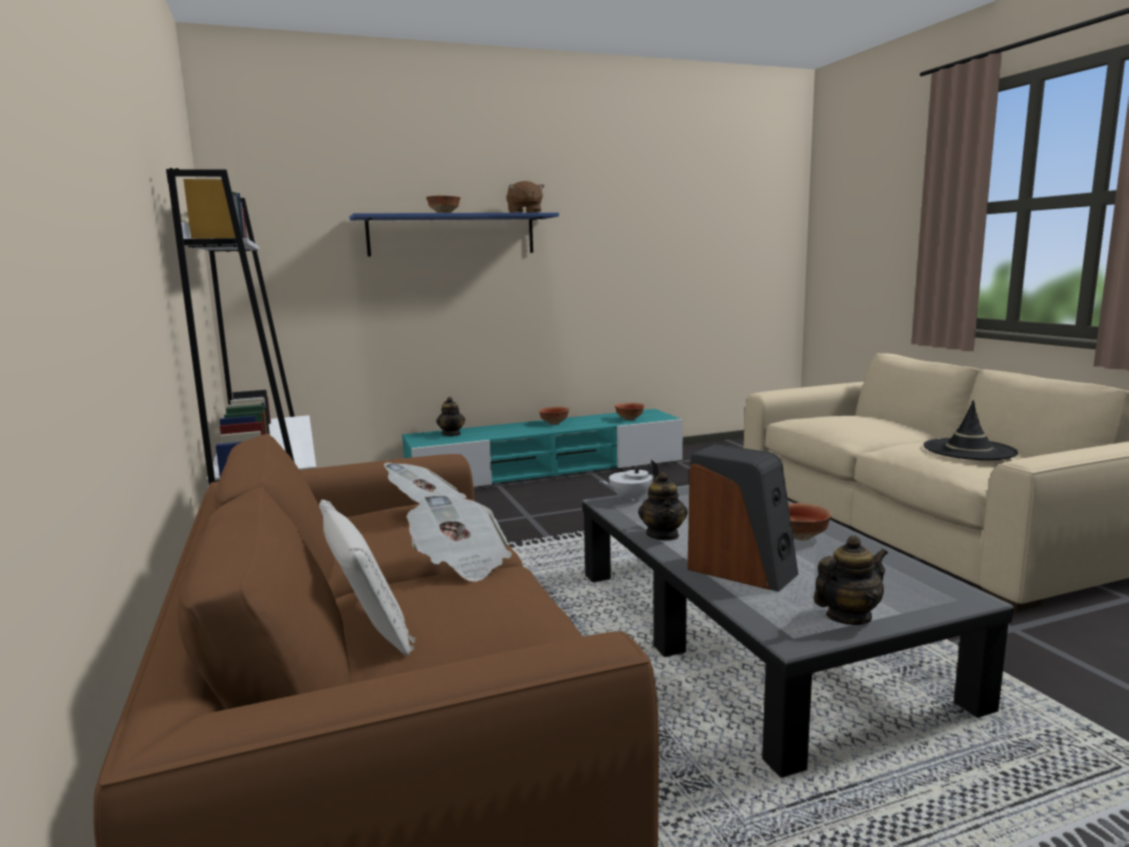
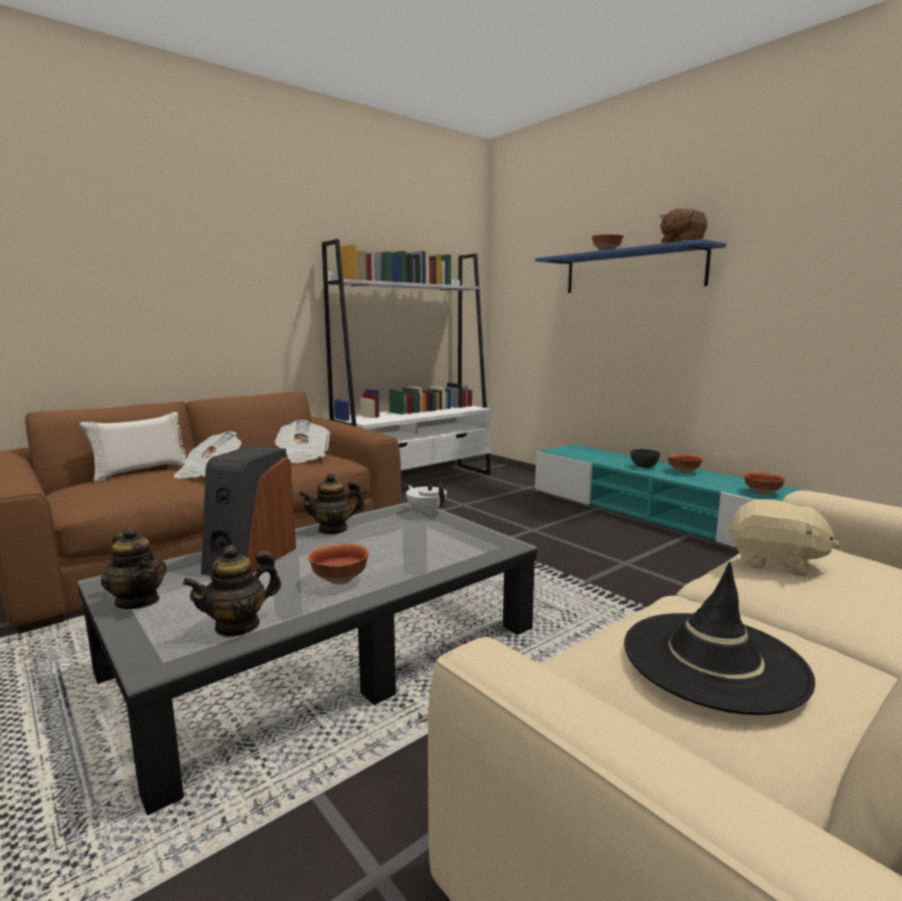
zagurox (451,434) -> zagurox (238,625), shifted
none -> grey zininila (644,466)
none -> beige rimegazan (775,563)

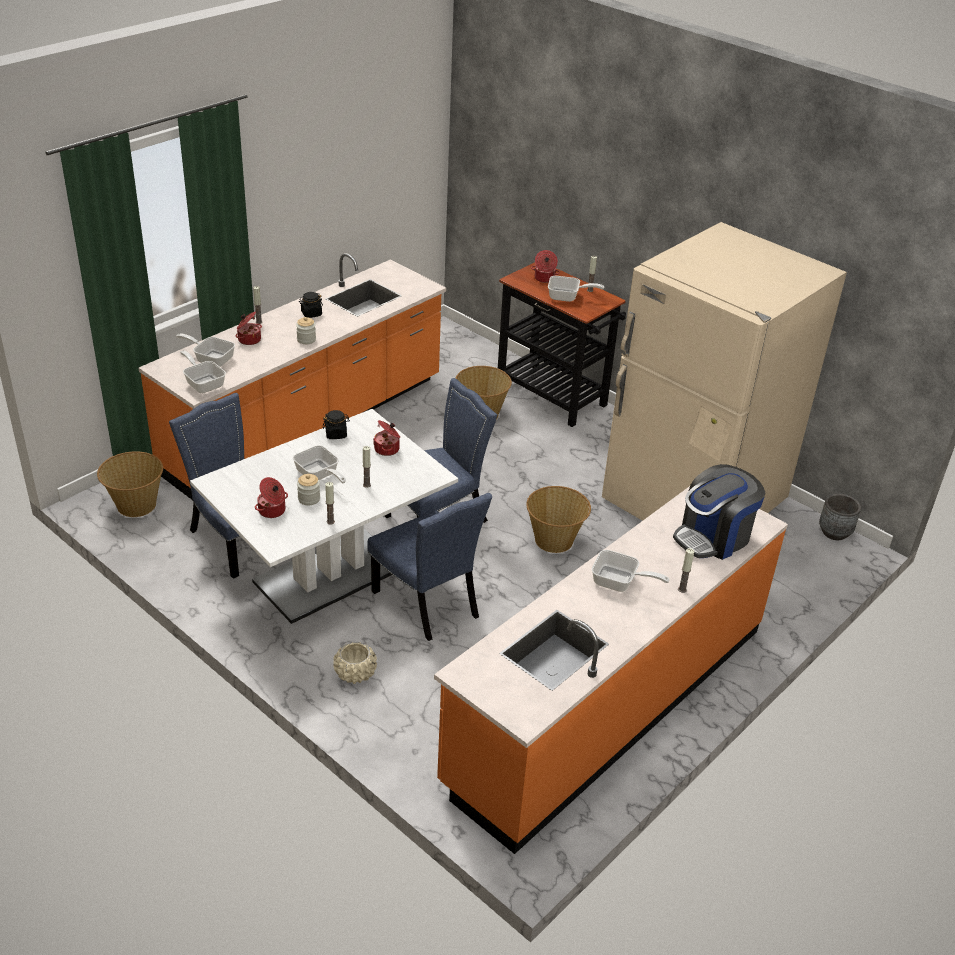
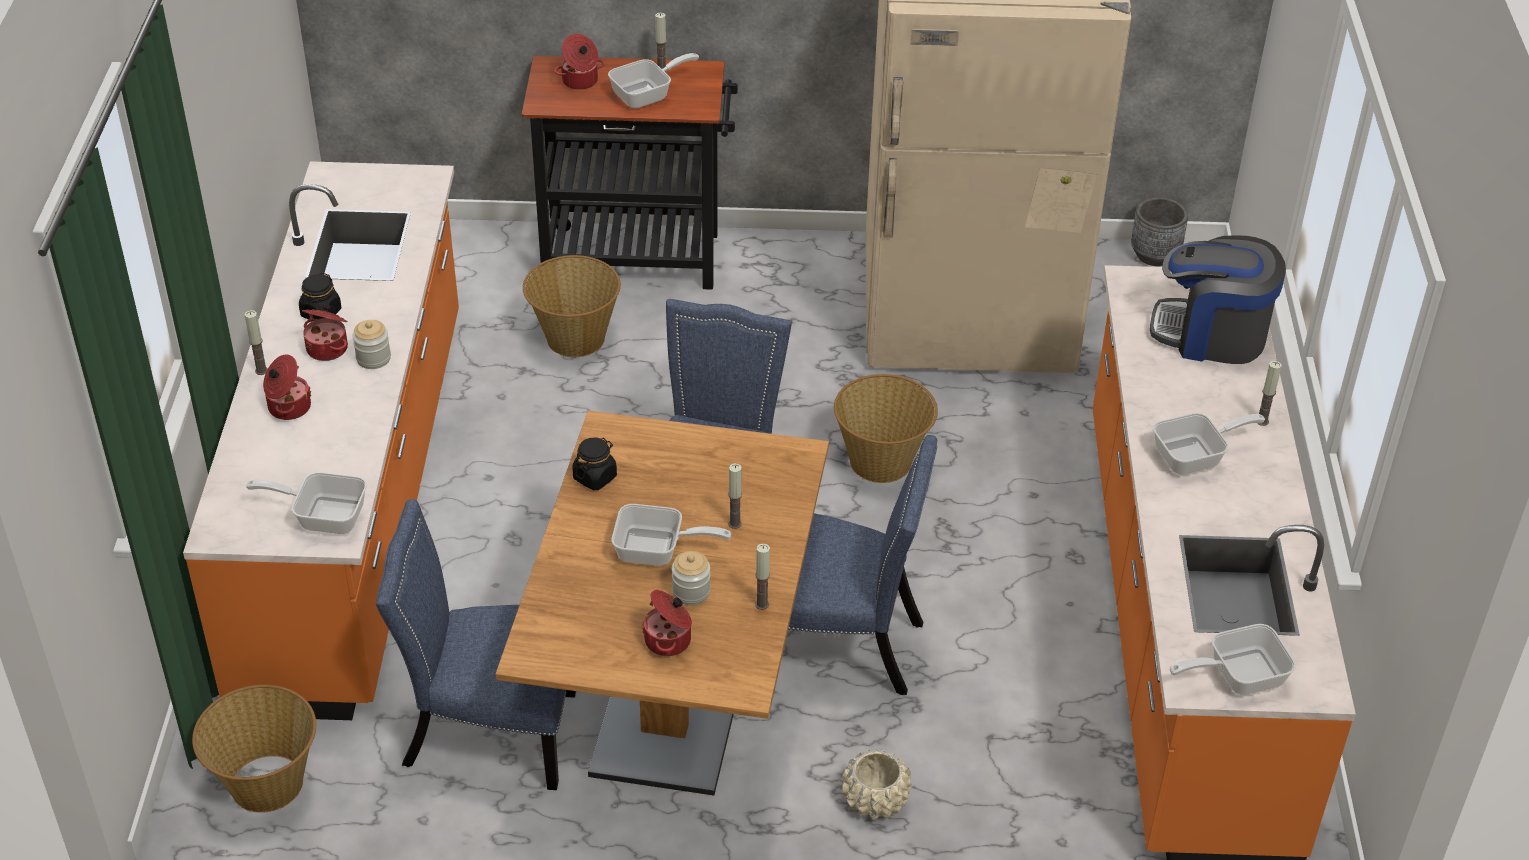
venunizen (211,359) -> venunizen (1237,676), shifted
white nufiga (329,575) -> brown nufiga (674,696)
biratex (387,449) -> biratex (328,348), shifted
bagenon (713,537) -> bagenon (1211,335), 90 degrees clockwise

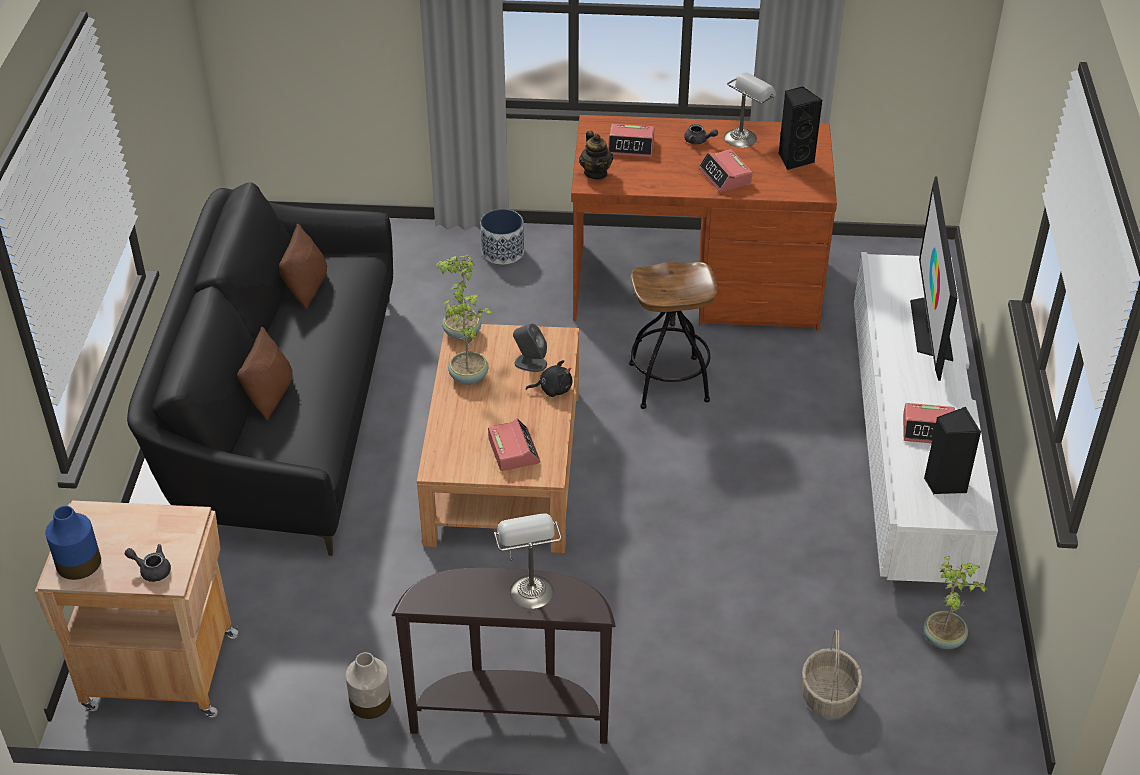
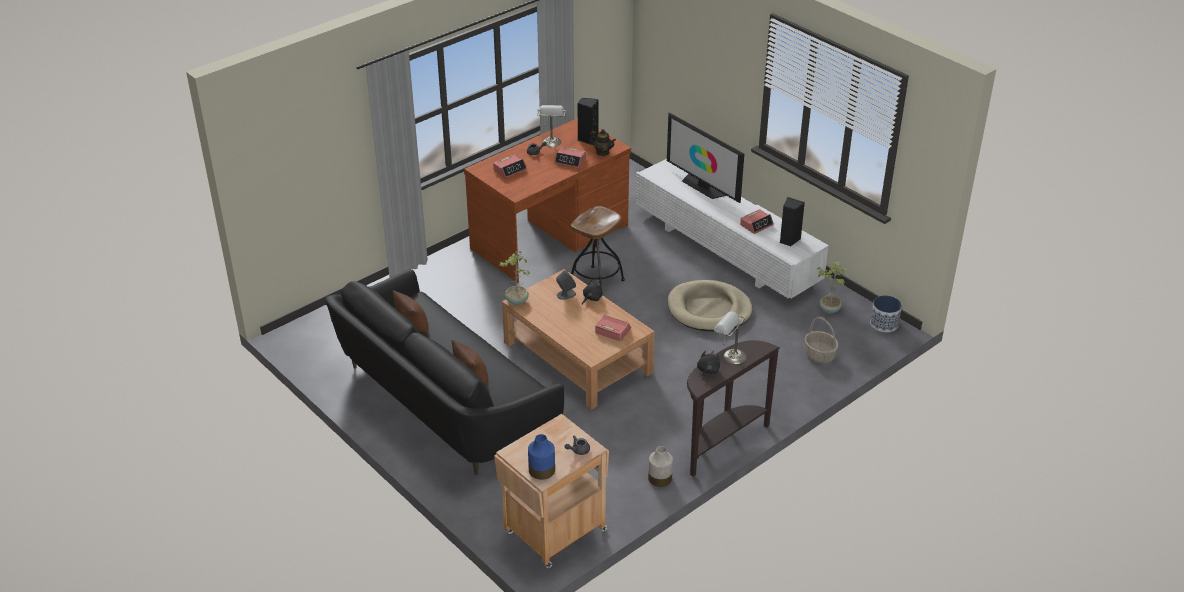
zagurox (596,173) -> zagurox (602,152), shifted
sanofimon (503,252) -> sanofimon (884,324), shifted
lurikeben (469,376) -> none
none -> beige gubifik (709,310)
none -> black rimegazan (707,371)

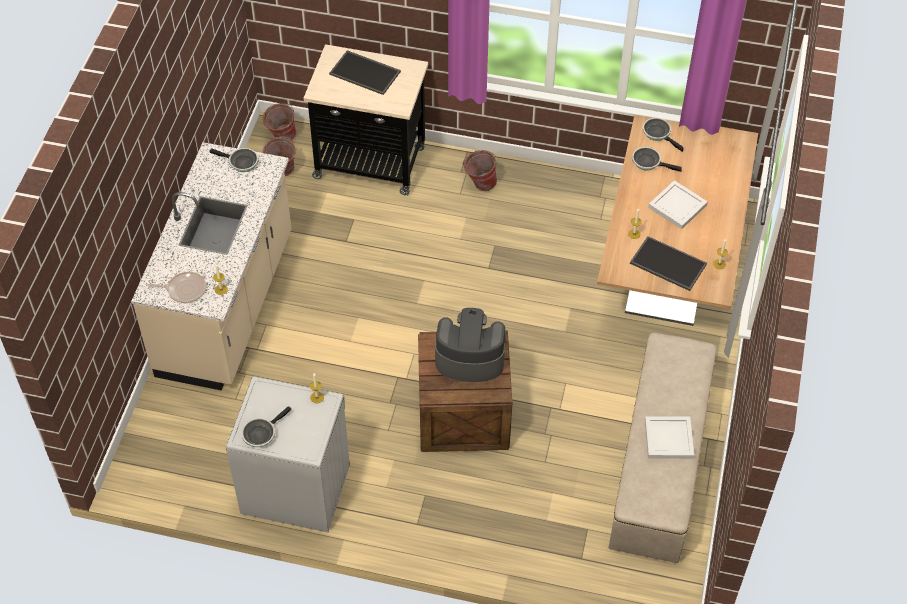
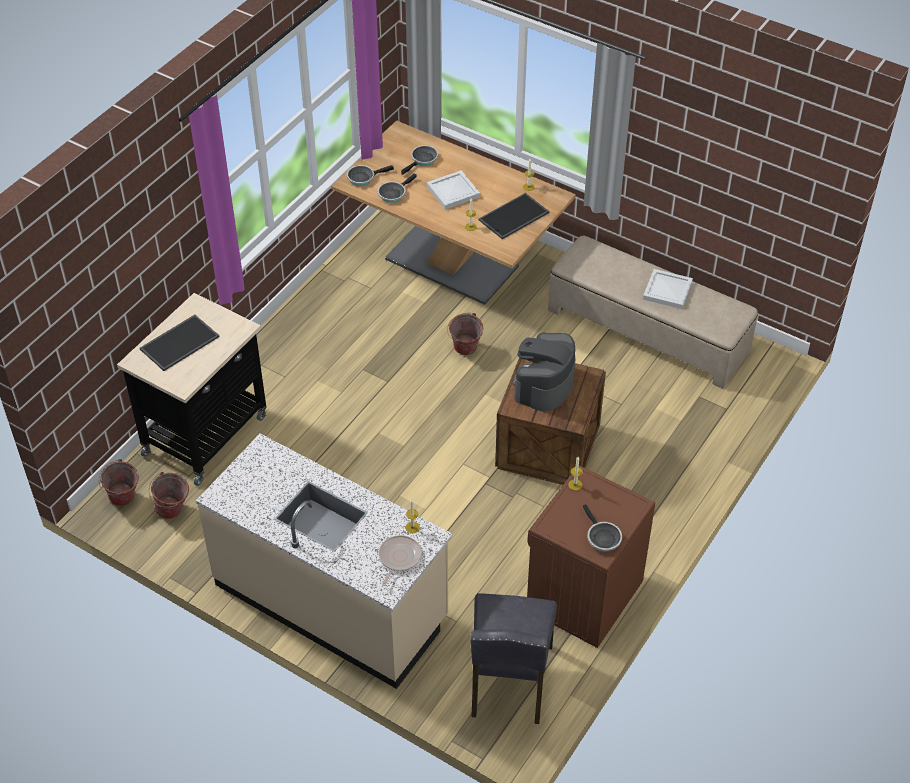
venunizen (241,162) -> venunizen (423,160), shifted
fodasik (479,184) -> fodasik (464,351), shifted
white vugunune (296,487) -> brown vugunune (582,595)
none -> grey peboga (509,683)

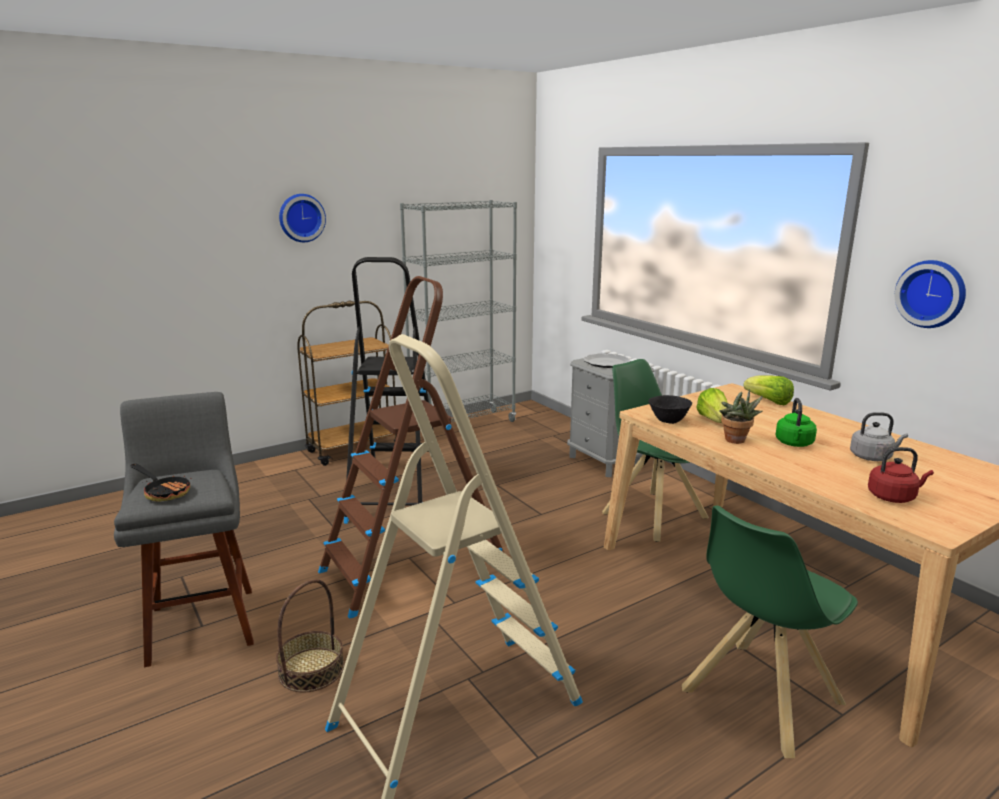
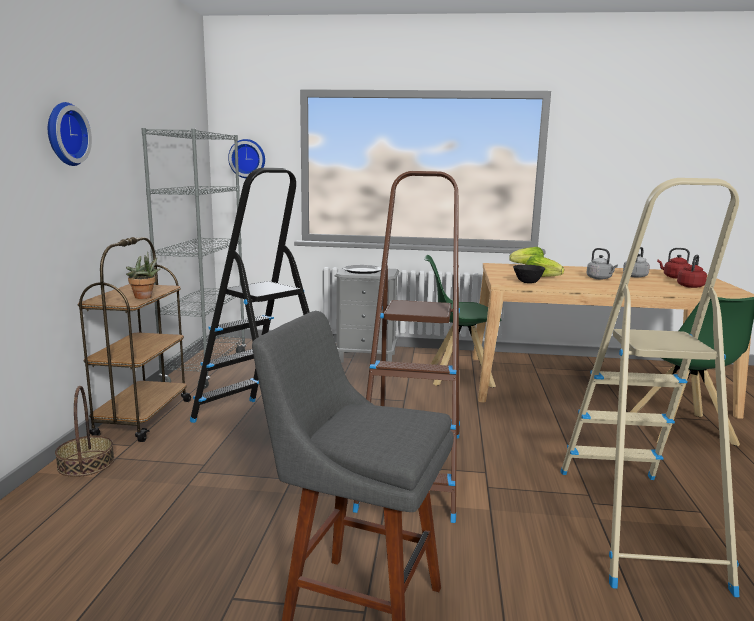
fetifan (932,293) -> fetifan (247,159), shifted
lurikeben (736,441) -> lurikeben (145,297), shifted
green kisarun (794,444) -> grey kisarun (600,278)
venunizen (164,492) -> none
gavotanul (311,669) -> gavotanul (86,463), shifted
none -> red kisarun (674,277)

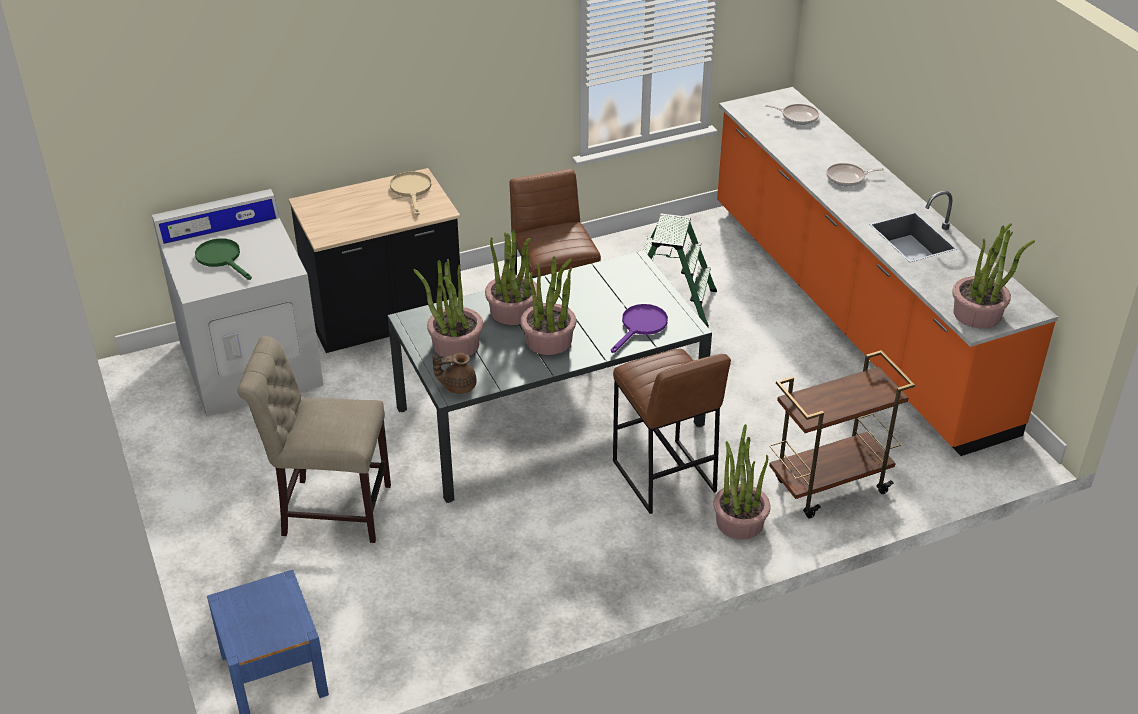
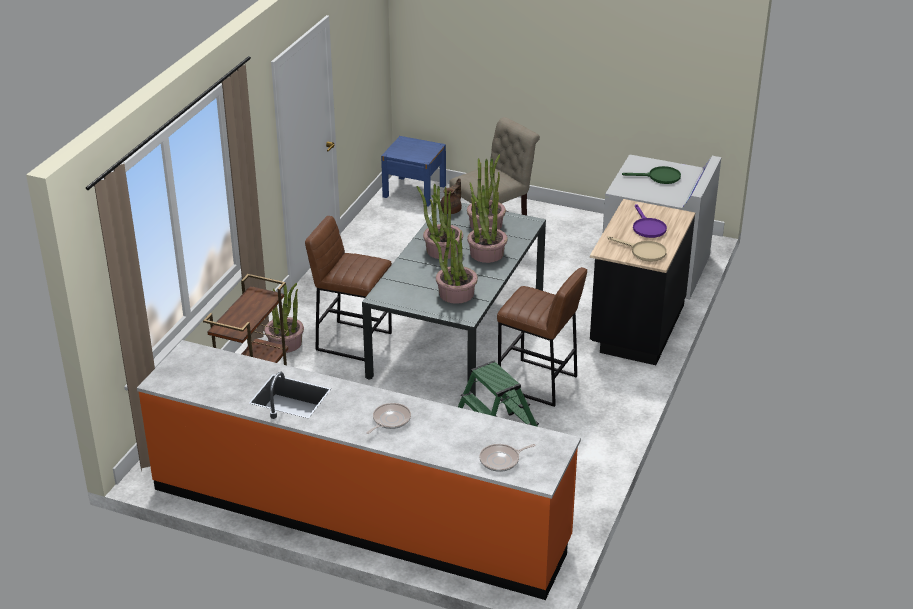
lurikeben (977,314) -> lurikeben (456,294), shifted
purple venunizen (641,326) -> purple venunizen (647,227), shifted

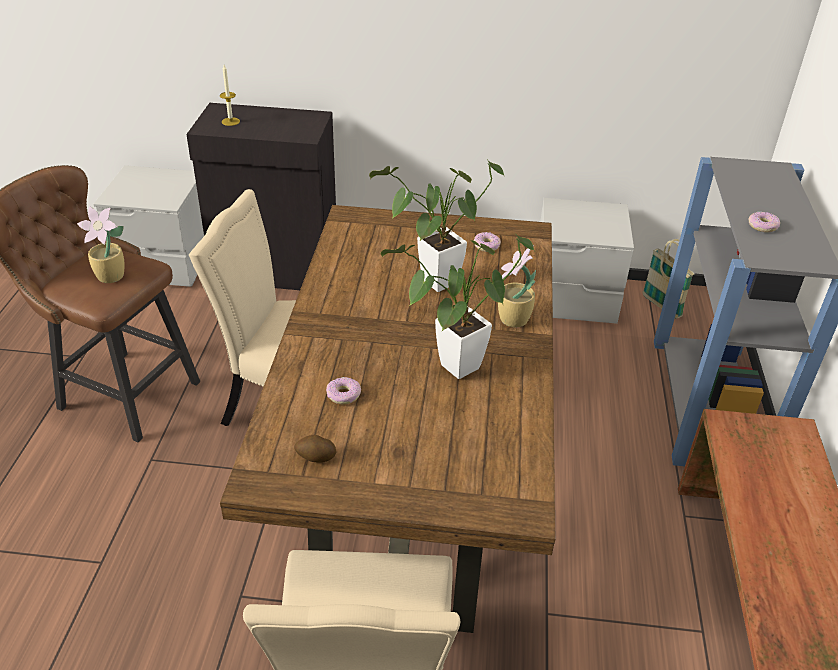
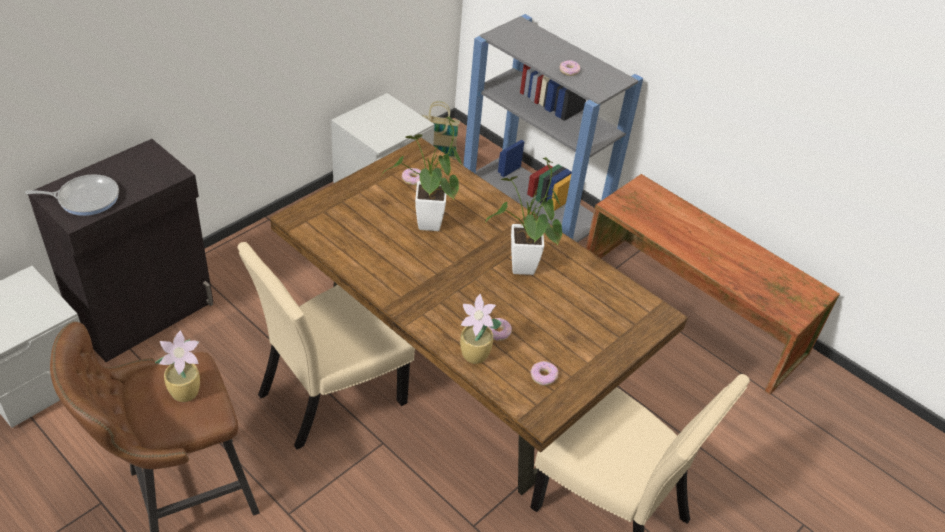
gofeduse (230,121) -> venunizen (85,198)
lurikeben (513,320) -> lurikeben (475,356), shifted
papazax (315,457) -> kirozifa (543,376)

